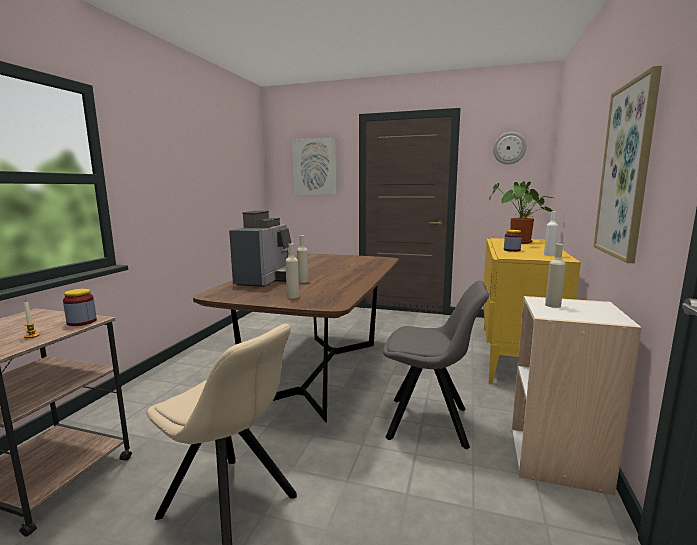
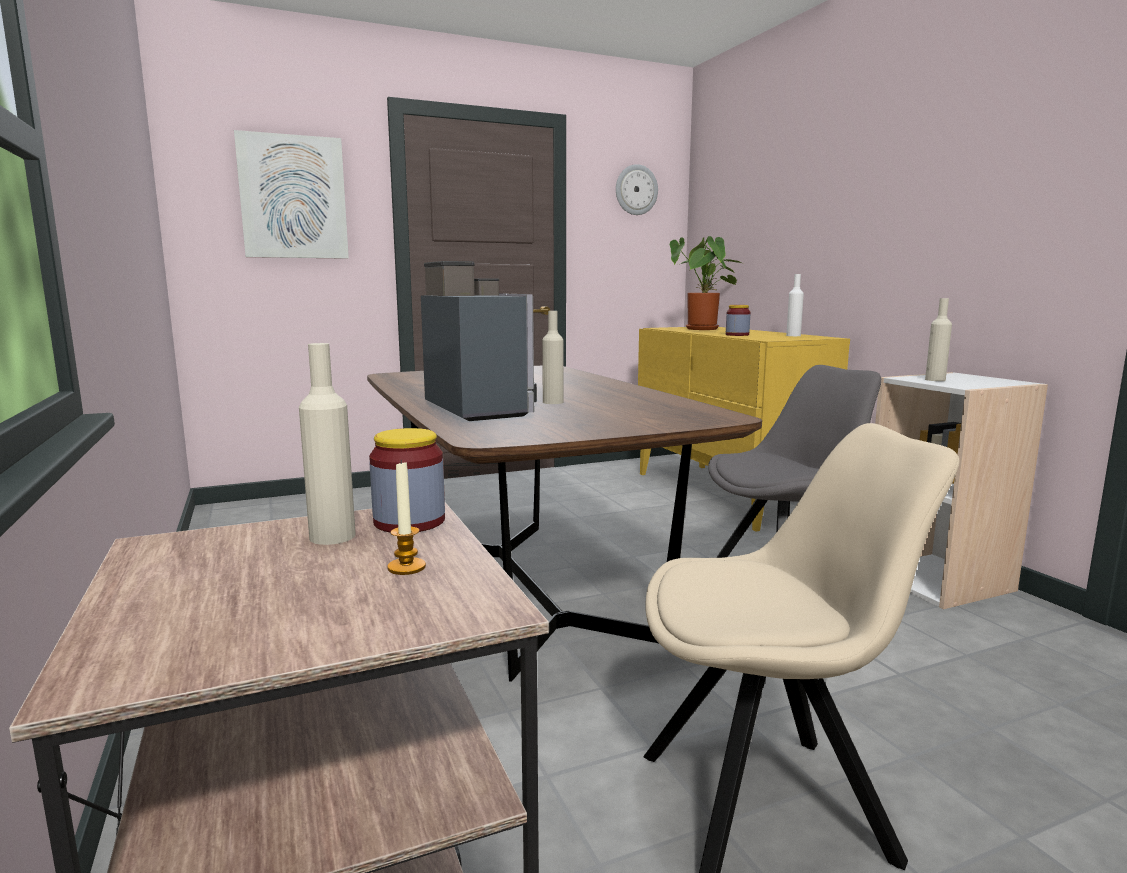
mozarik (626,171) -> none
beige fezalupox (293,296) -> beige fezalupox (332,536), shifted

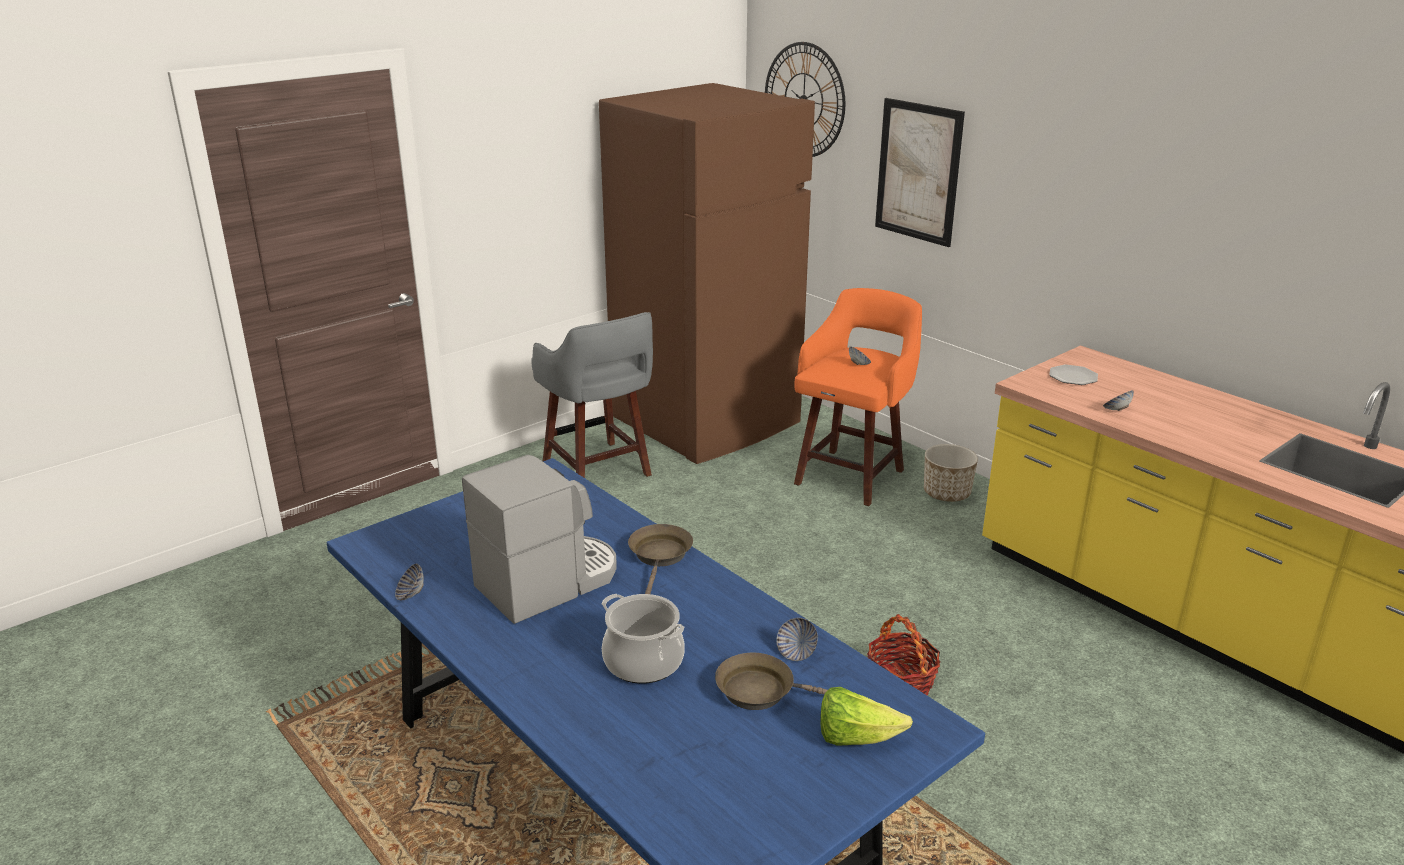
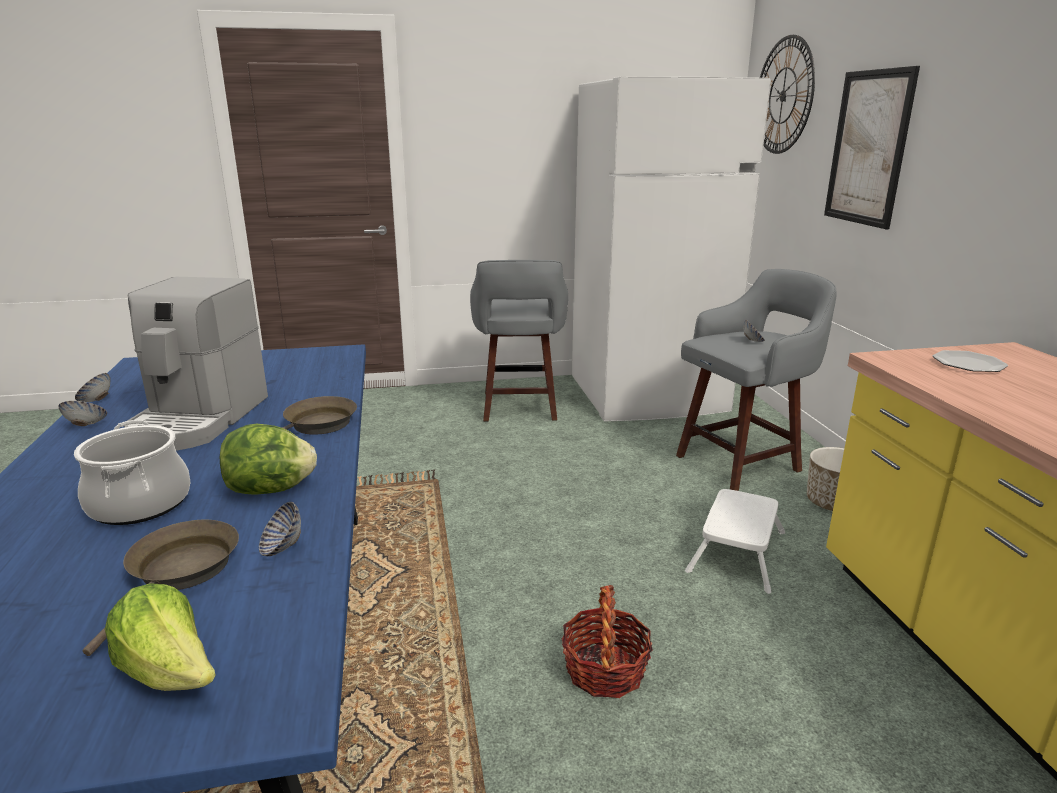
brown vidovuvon (707,420) -> white vidovuvon (647,393)
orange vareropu (852,475) -> grey vareropu (742,463)
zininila (1116,410) -> zininila (86,425), shifted
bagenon (549,582) -> bagenon (199,419), 105 degrees clockwise
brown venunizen (762,691) -> brown venunizen (180,573), 60 degrees clockwise
none -> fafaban (271,490)
none -> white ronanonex (736,551)

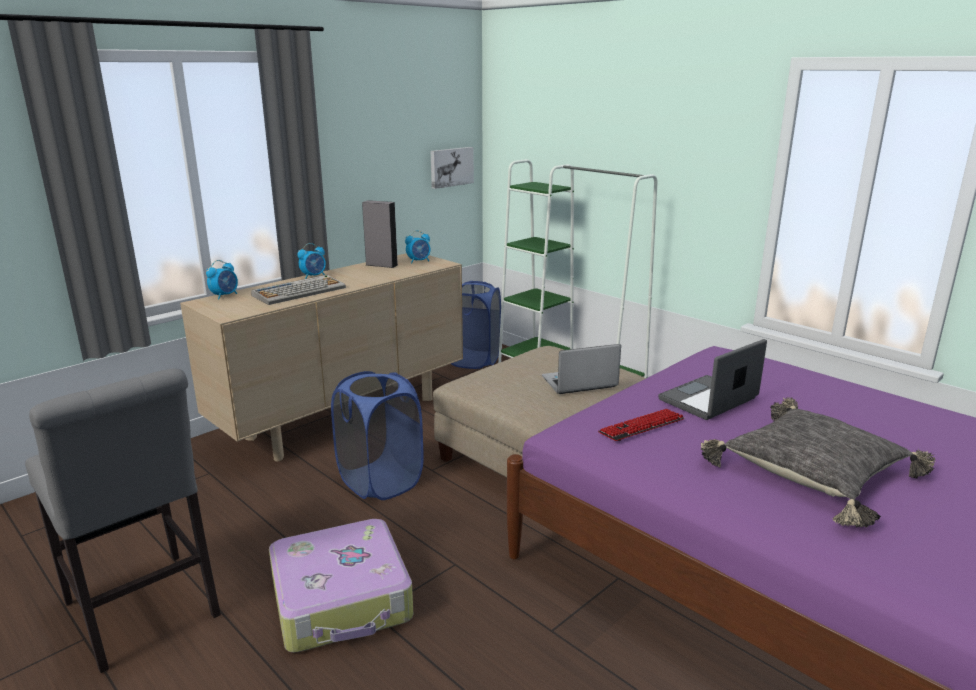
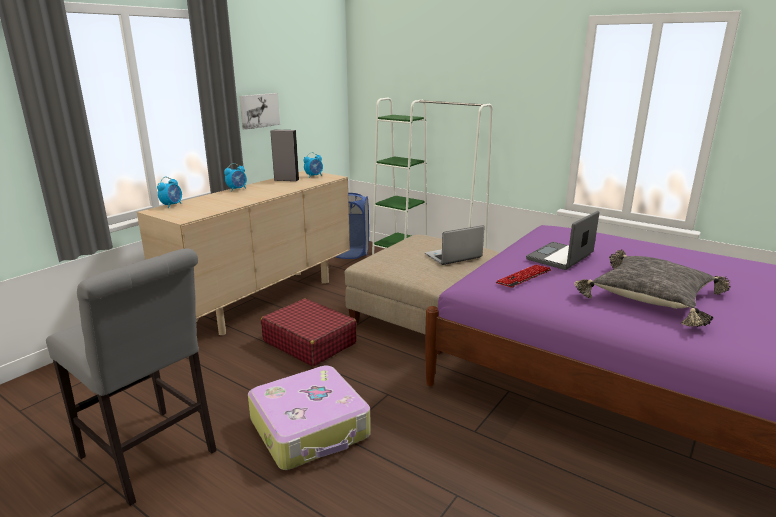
mozarik (451,167) -> mozarik (259,110), shifted
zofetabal (300,291) -> none
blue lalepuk (380,481) -> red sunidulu (309,342)

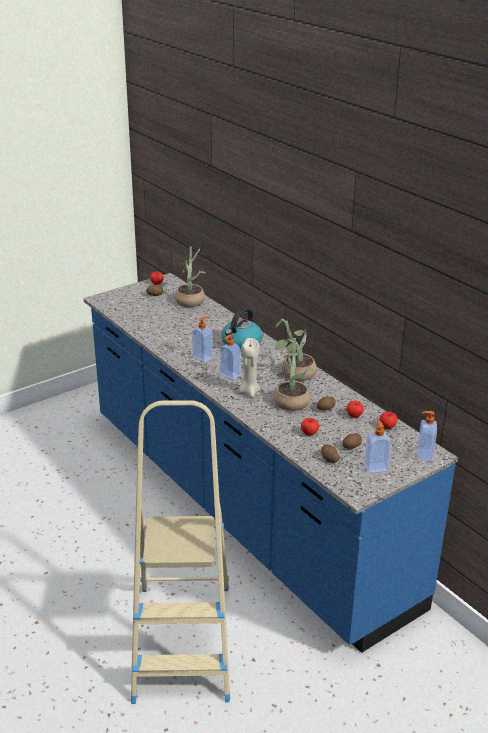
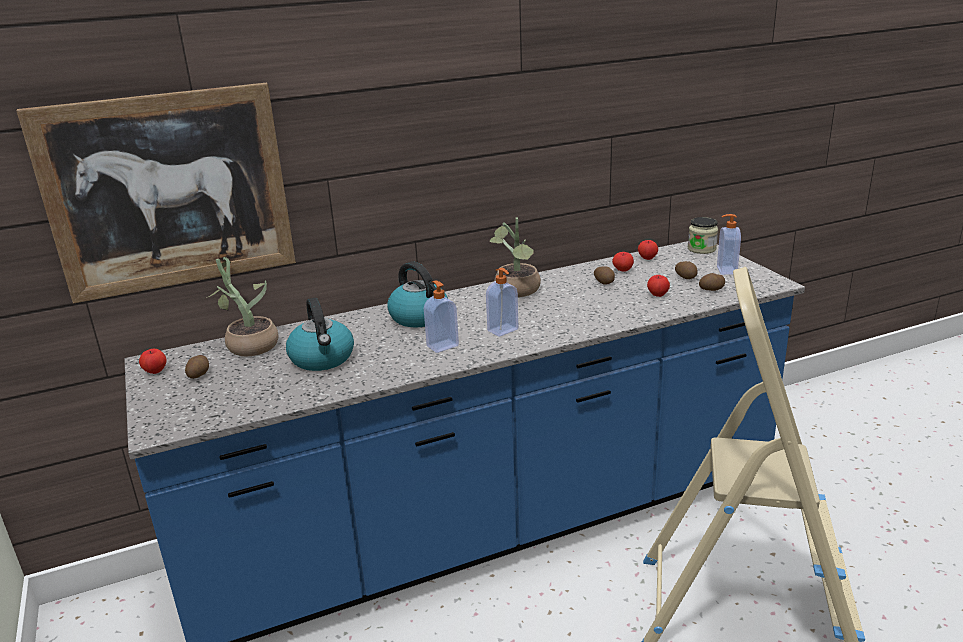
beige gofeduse (249,392) -> none
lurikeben (292,400) -> none
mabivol (424,455) -> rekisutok (701,249)
none -> mozarik (169,192)
none -> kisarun (322,359)

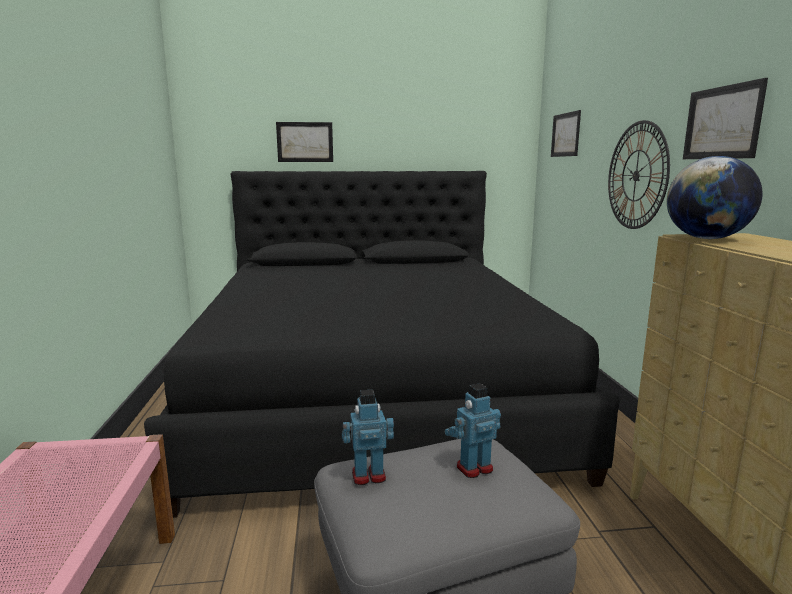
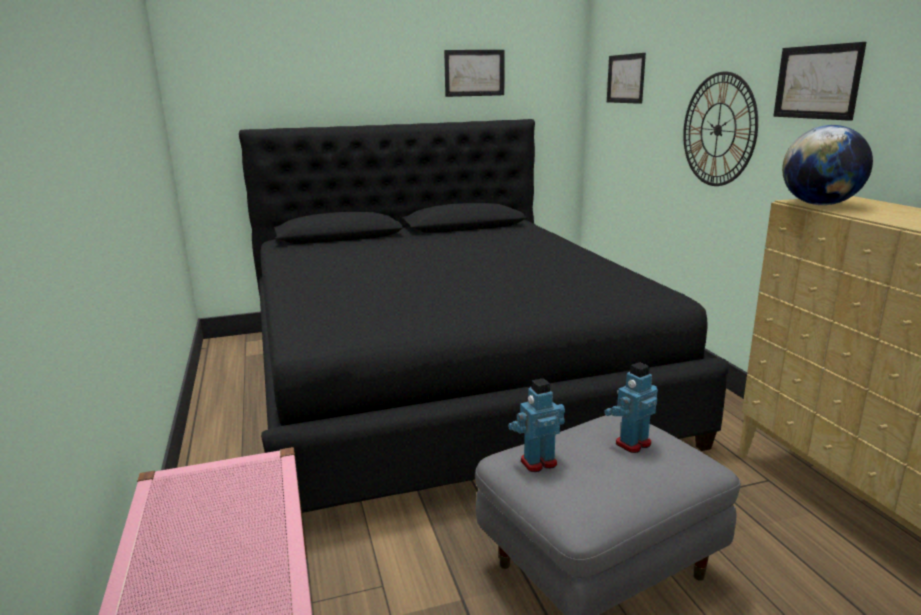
mozarik (305,142) -> mozarik (474,73), shifted

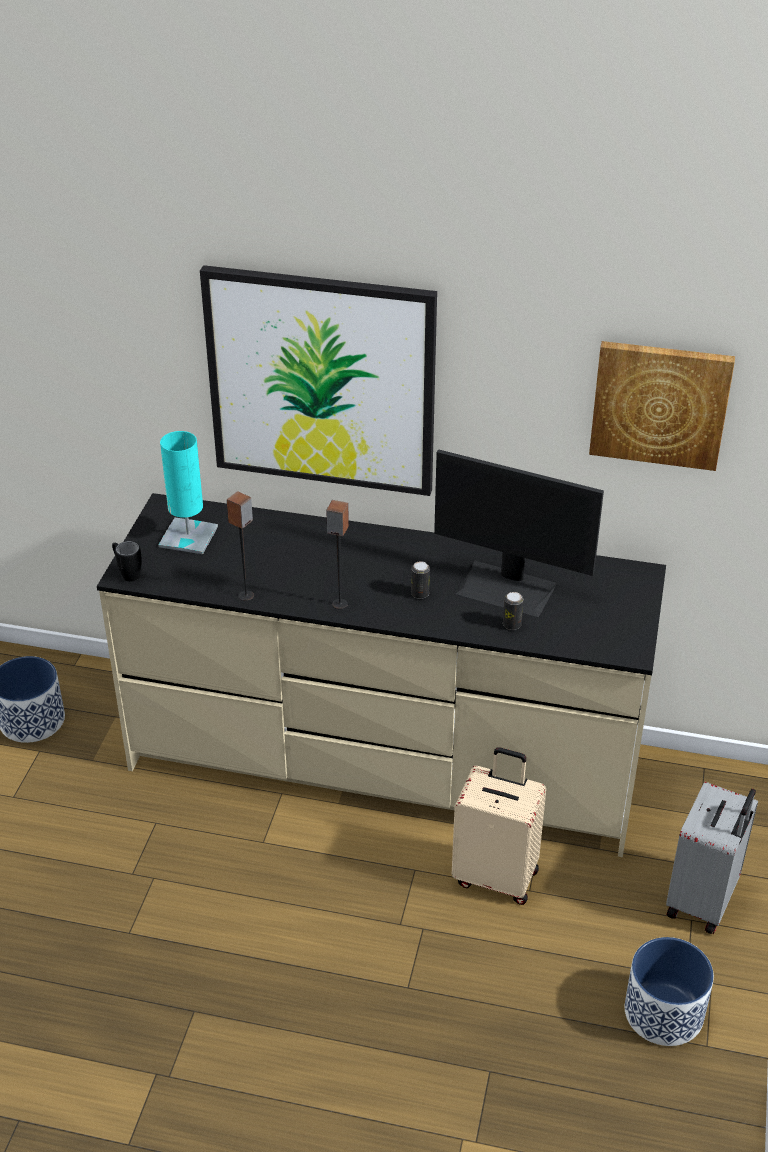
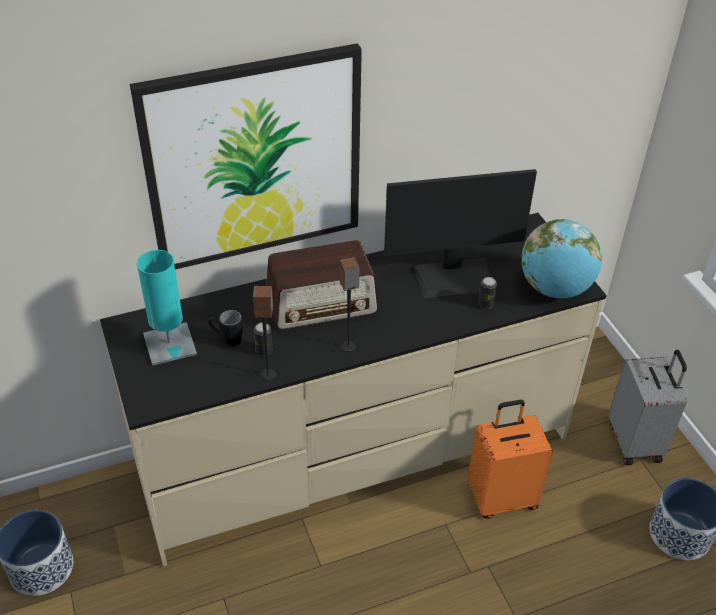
mozarik (660,403) -> none
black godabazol (127,573) -> black godabazol (227,340), shifted
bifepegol (420,594) -> bifepegol (264,350), shifted
beige sunidulu (496,876) -> orange sunidulu (501,497)
none -> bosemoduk (555,288)
none -> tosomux (322,303)

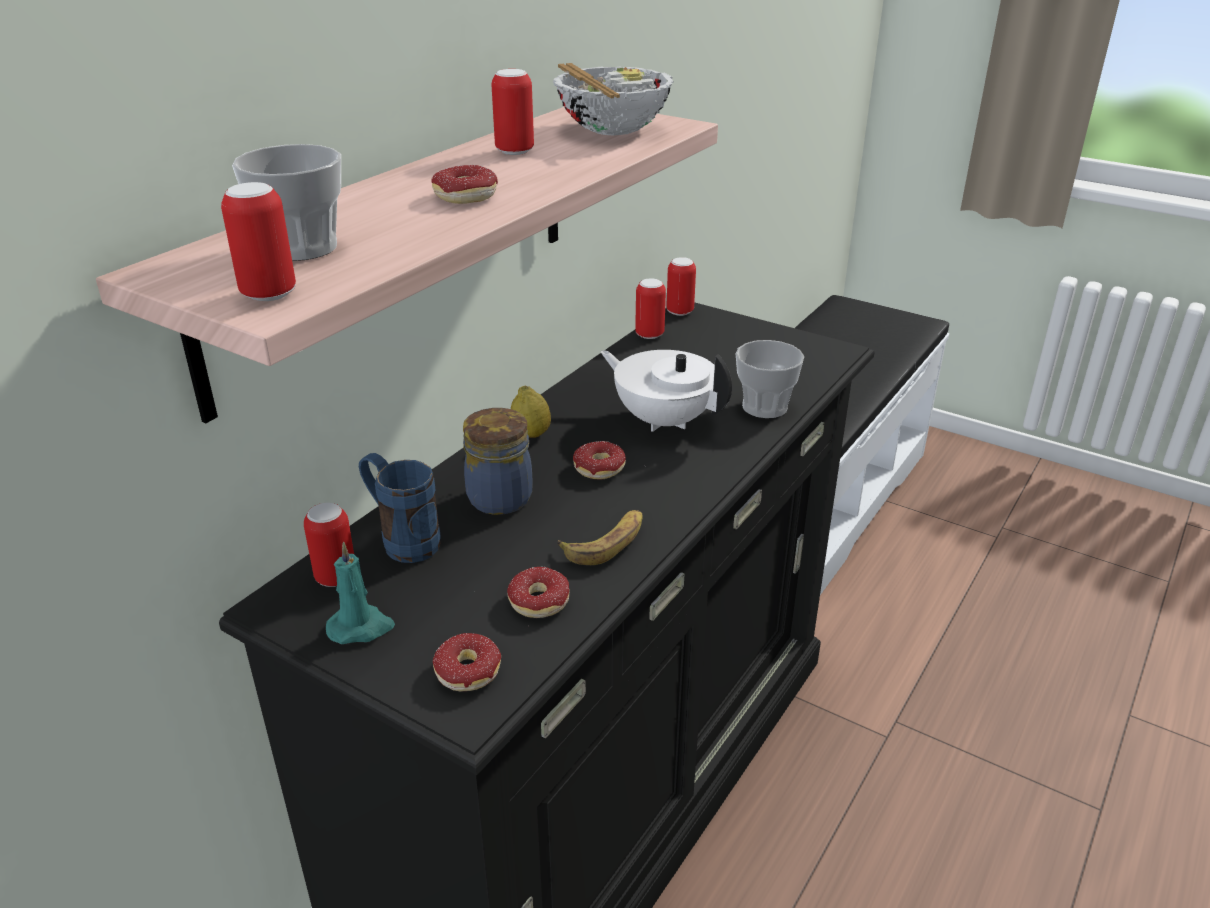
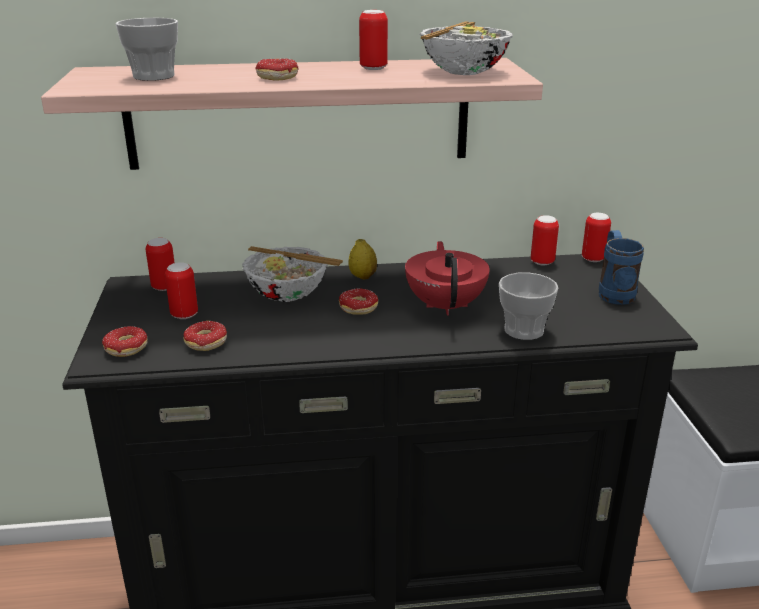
bifepegol (268,294) -> bifepegol (184,314), shifted
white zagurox (664,420) -> red zagurox (446,305)
rekisutok (498,496) -> zininila (287,294)
blue godabazol (402,540) -> blue godabazol (613,292), shifted
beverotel (606,543) -> none
turquoise gofeduse (361,627) -> none

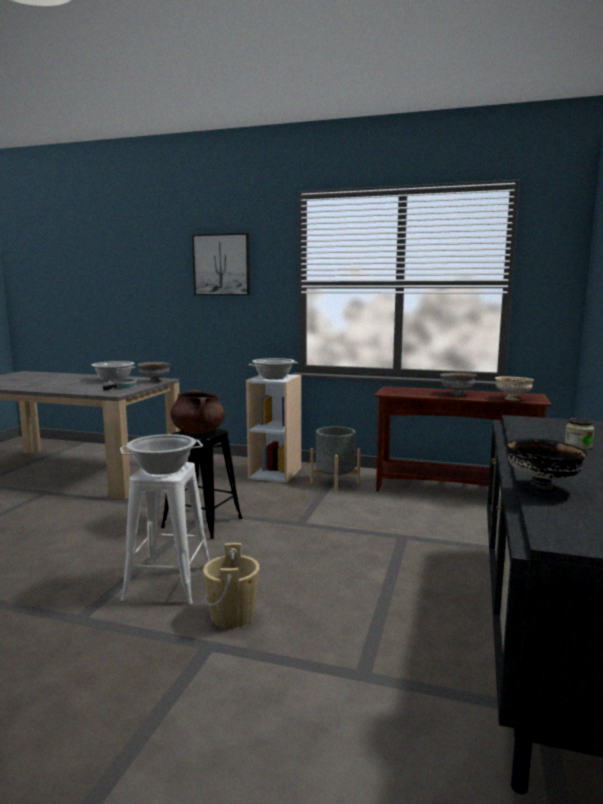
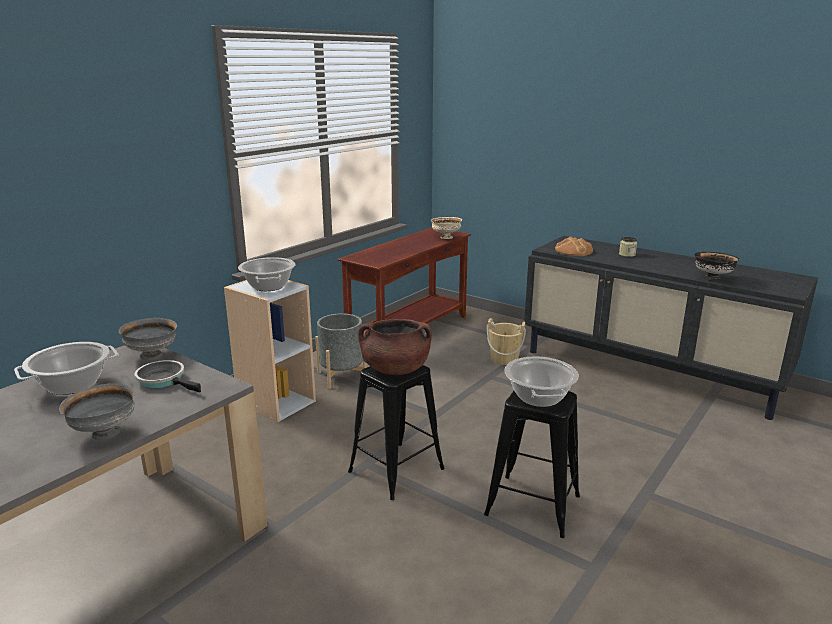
mozarik (221,265) -> none
grey zininila (456,394) -> grey zininila (104,433), shifted
white vareropu (169,582) -> black vareropu (532,505)
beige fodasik (232,615) -> beige fodasik (504,359), shifted
none -> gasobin (573,251)

